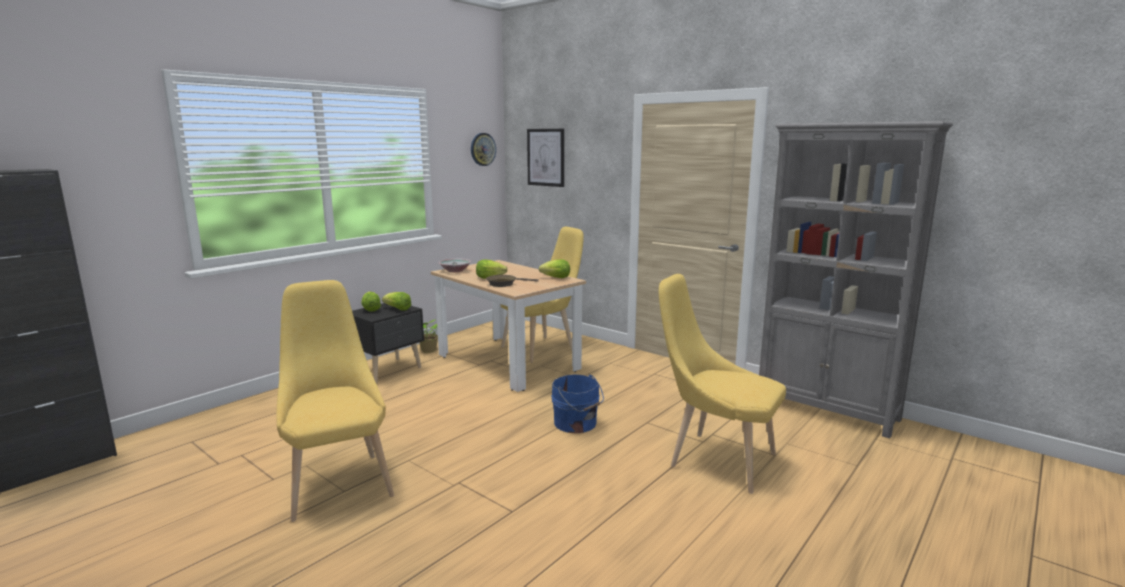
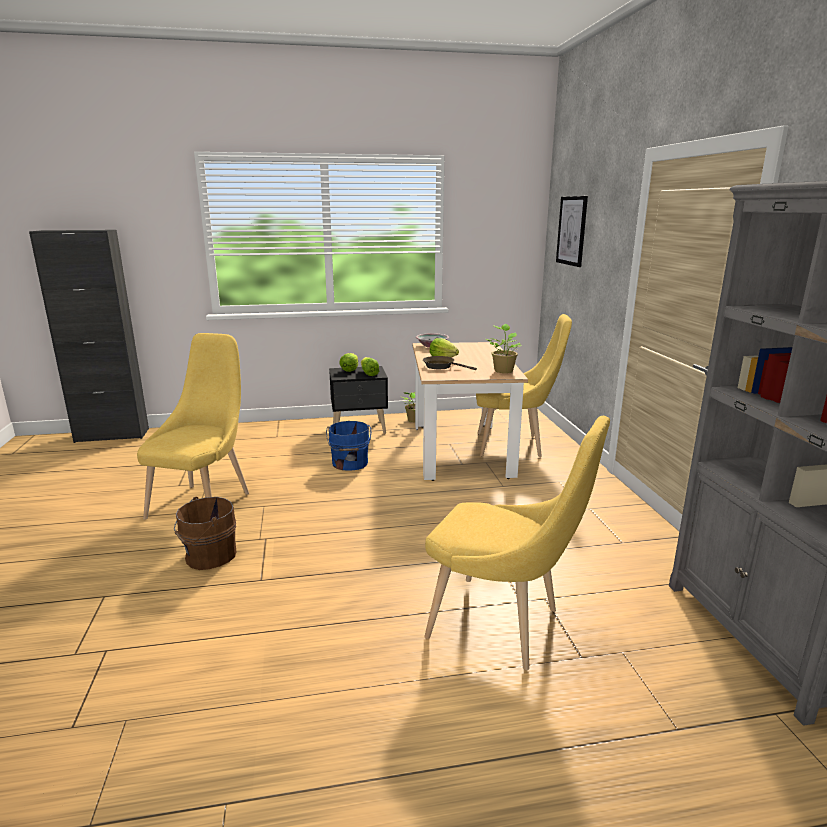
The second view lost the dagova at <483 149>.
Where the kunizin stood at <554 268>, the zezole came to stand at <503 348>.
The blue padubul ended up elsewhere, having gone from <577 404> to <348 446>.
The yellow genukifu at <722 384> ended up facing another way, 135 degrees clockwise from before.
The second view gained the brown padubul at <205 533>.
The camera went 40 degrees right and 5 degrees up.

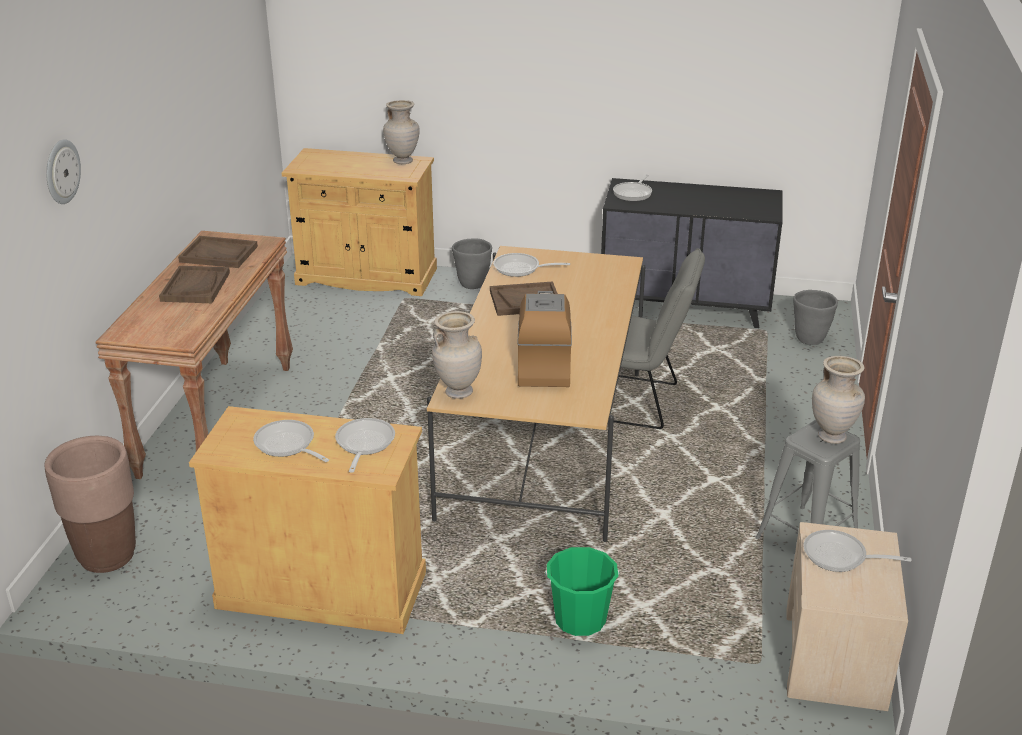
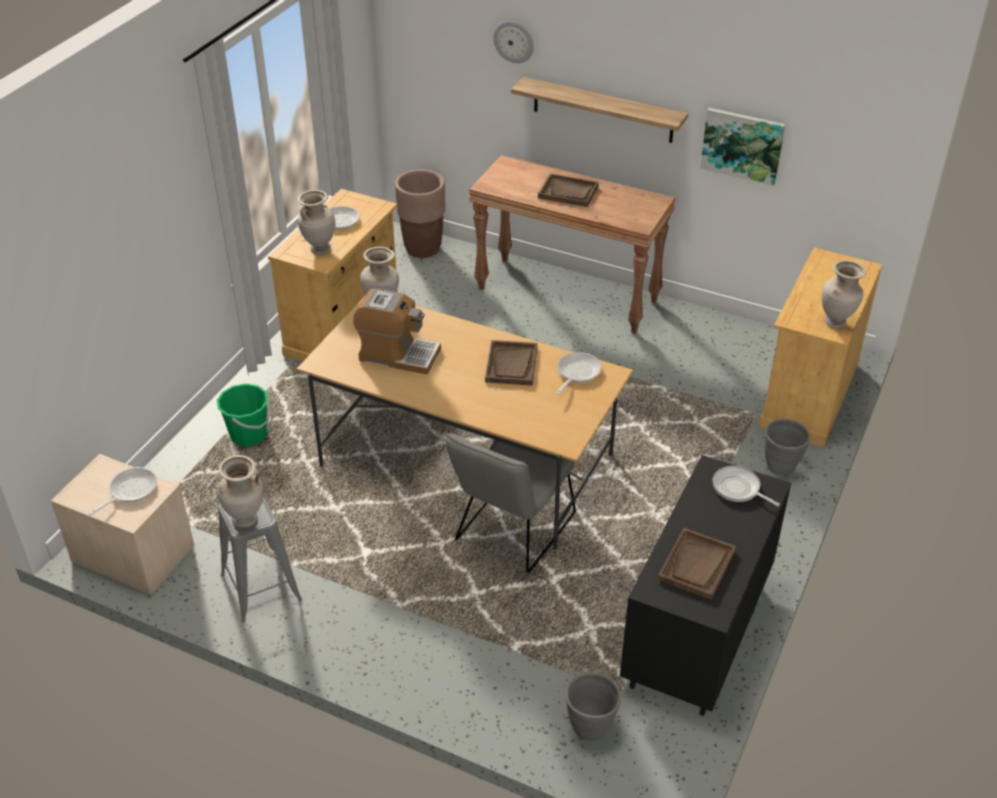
The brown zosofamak ended up elsewhere, having gone from <218 252> to <697 564>.
Where the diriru stood at <365 445>, the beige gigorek came to stand at <317 222>.
The second view gained the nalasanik at <599 110>.
The second view gained the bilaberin at <742 147>.
The camera went 105 degrees right and 10 degrees up.

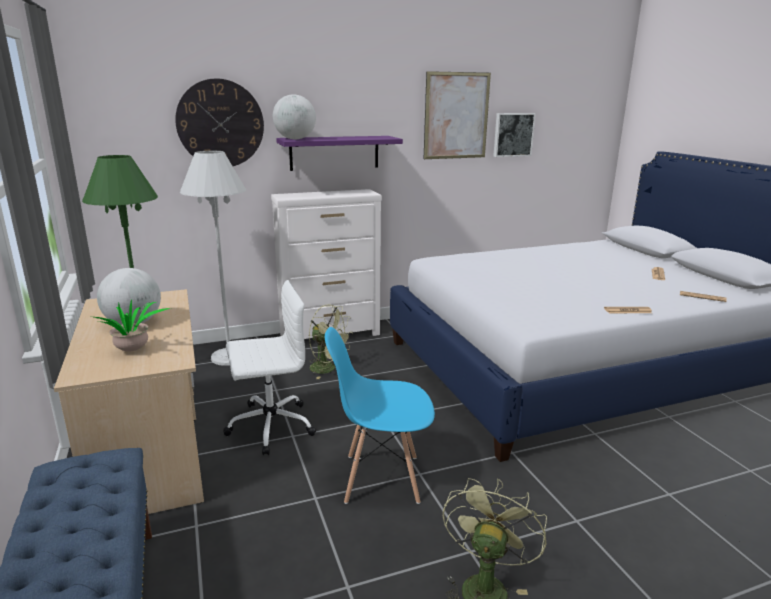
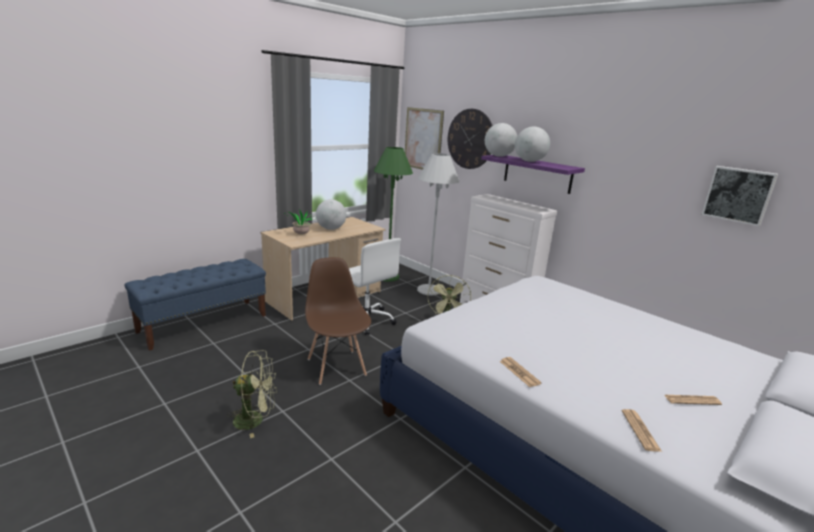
What was the blue genukifu at <380 415> turned into the brown genukifu at <338 321>.
The bilaberin ended up elsewhere, having gone from <457 115> to <424 138>.
The second view gained the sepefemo at <532 144>.
The camera went 65 degrees right and 0 degrees up.

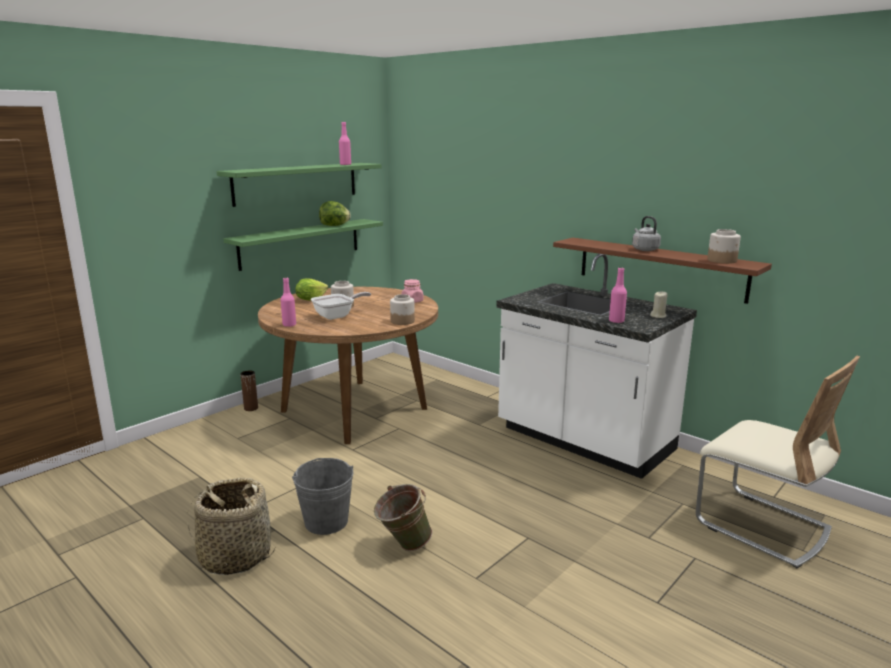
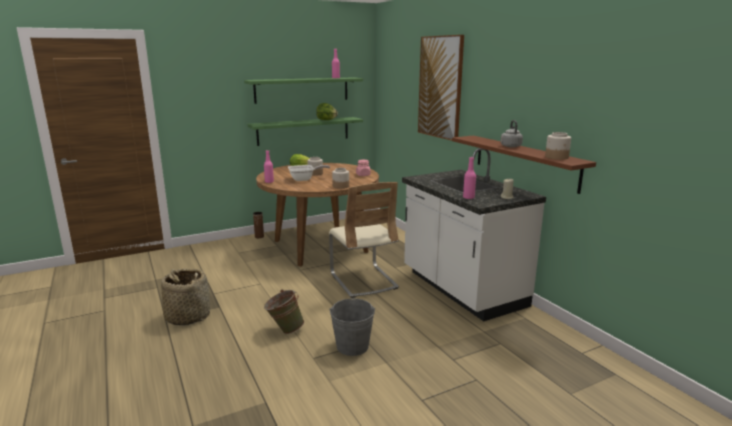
The grey padubul ended up elsewhere, having gone from <323 496> to <352 327>.
The beige genukifu ended up elsewhere, having gone from <778 462> to <364 240>.
The second view gained the bilaberin at <441 88>.
The camera went 20 degrees right and 0 degrees up.

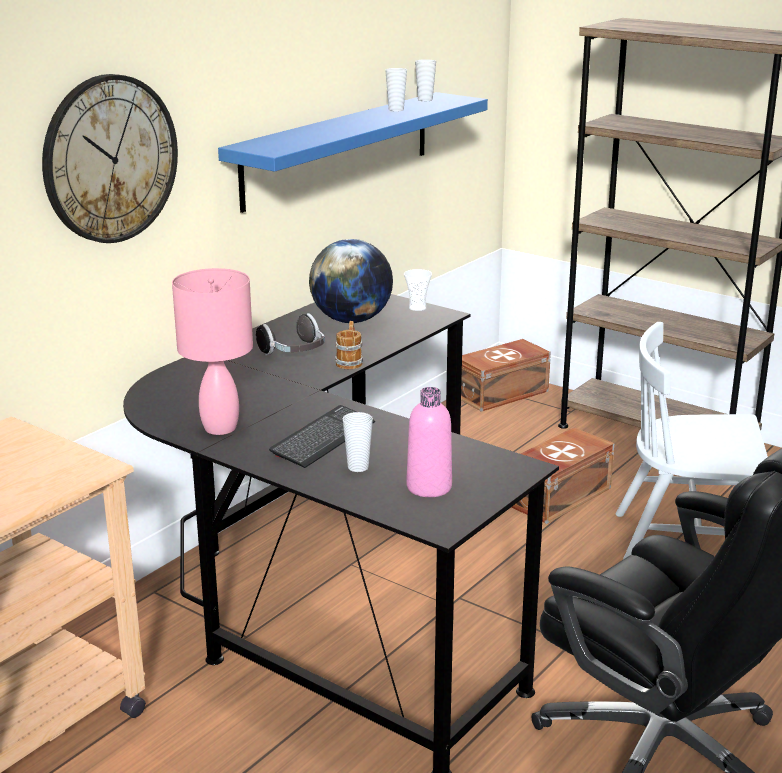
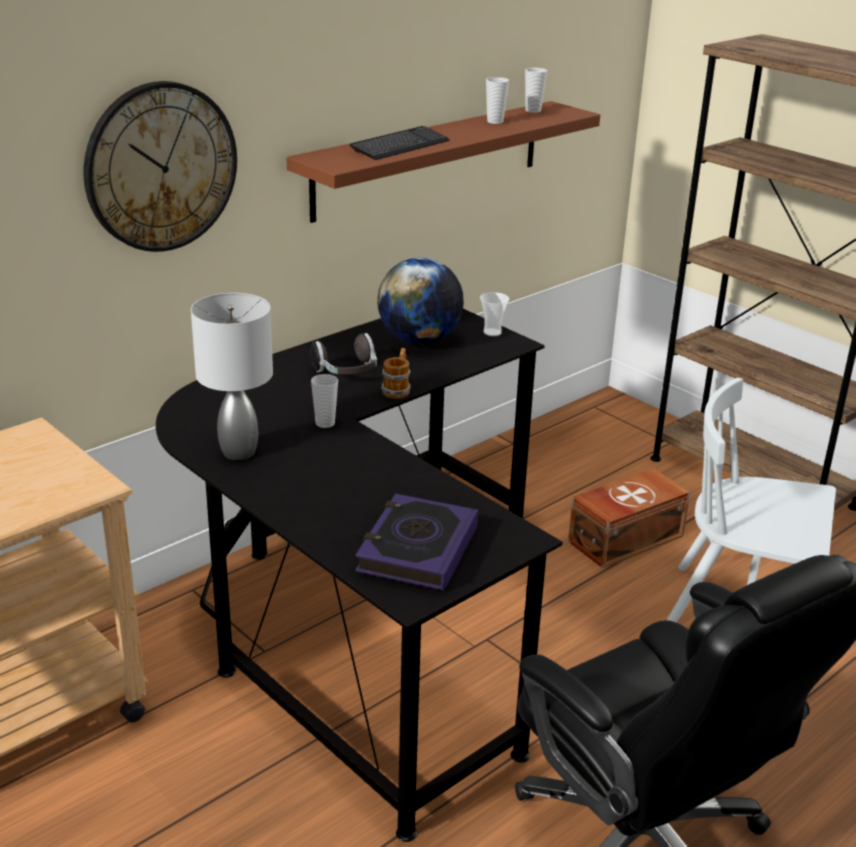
What was the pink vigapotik at <212 351> turned into the grey vigapotik at <232 376>.
What was the blue nalasanik at <353 152> turned into the brown nalasanik at <443 162>.
The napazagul ended up elsewhere, having gone from <322 436> to <400 143>.
The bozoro ended up elsewhere, having gone from <358 442> to <324 401>.
Where the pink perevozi stood at <429 442>, the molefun came to stand at <416 542>.
The second view lost the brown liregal at <506 375>.
The camera went 10 degrees right and 5 degrees up.

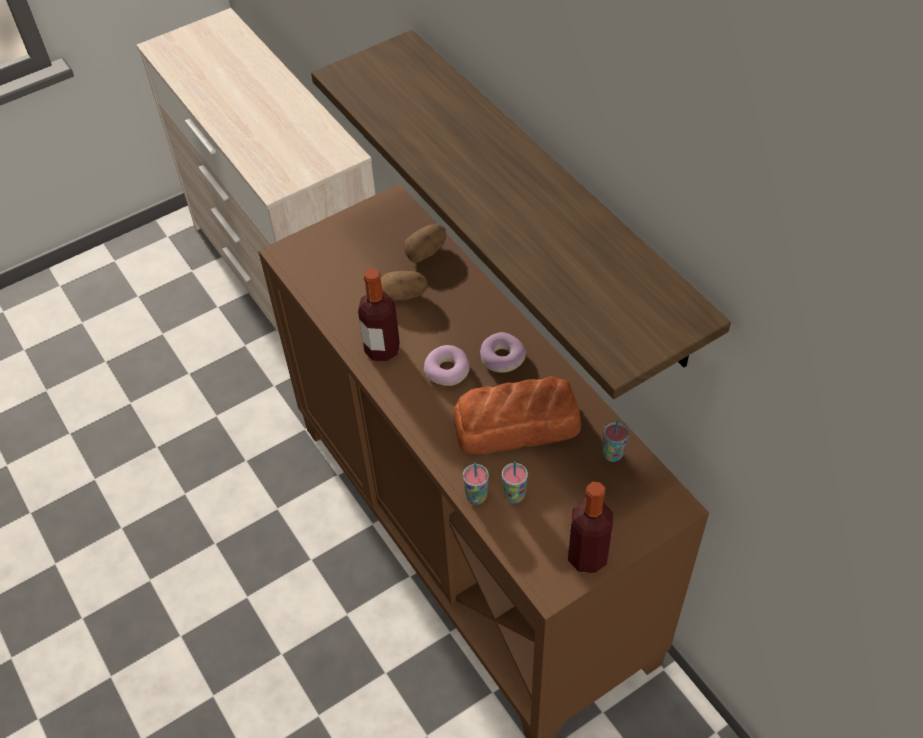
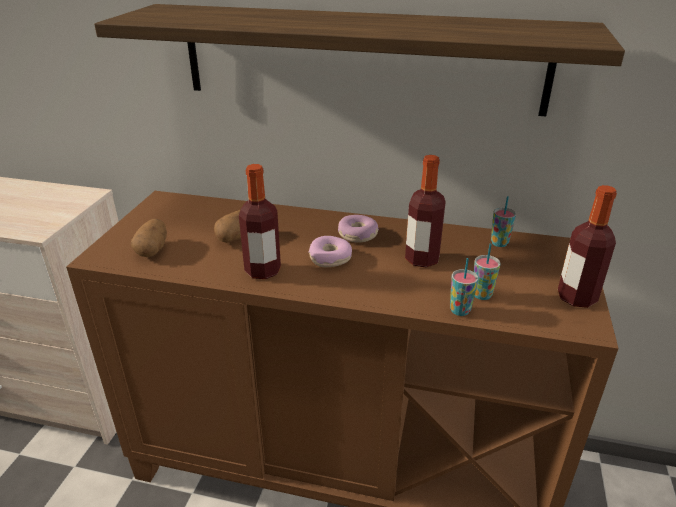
The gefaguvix ended up elsewhere, having gone from <425 243> to <149 238>.
Where the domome stood at <517 415>, the perevozi came to stand at <425 211>.
The camera went 45 degrees left and 20 degrees down.

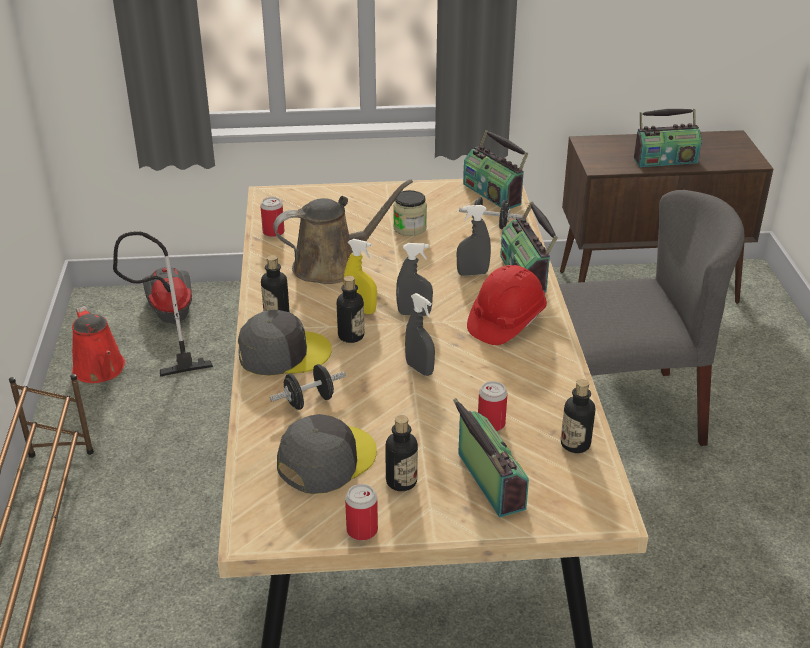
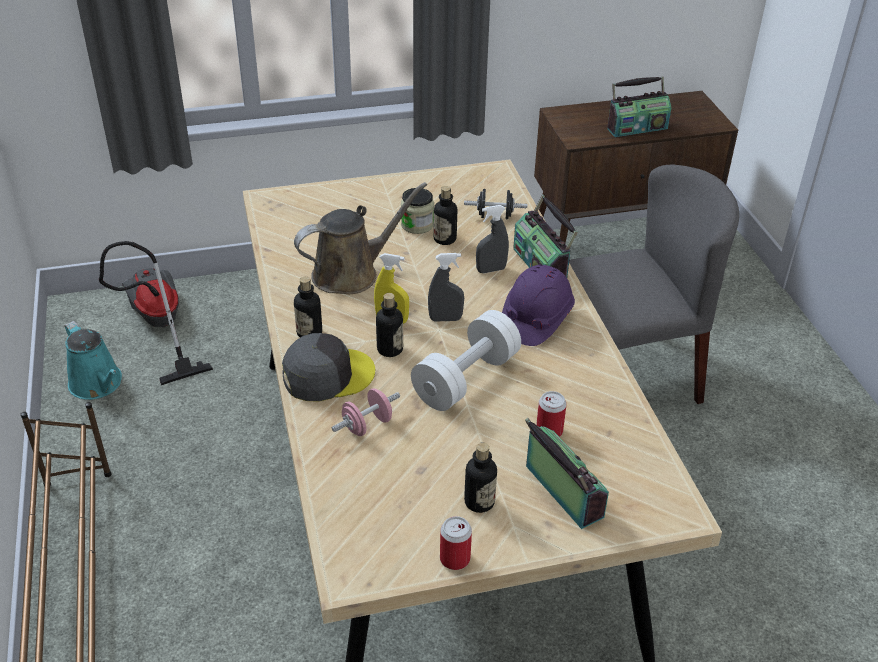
What was the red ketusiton at <98 344> turned into the turquoise ketusiton at <93 360>.
The second view lost the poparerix at <272 217>.
What was the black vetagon at <308 387> turned into the pink vetagon at <366 412>.
The second view lost the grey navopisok at <327 454>.
Where the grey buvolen stood at <420 334>, the white vetagon came to stand at <466 360>.
The second view lost the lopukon at <495 169>.
What was the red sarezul at <507 305> turned into the purple sarezul at <538 305>.
The perevozi ended up elsewhere, having gone from <578 416> to <445 215>.
The camera went 10 degrees left and 5 degrees up.

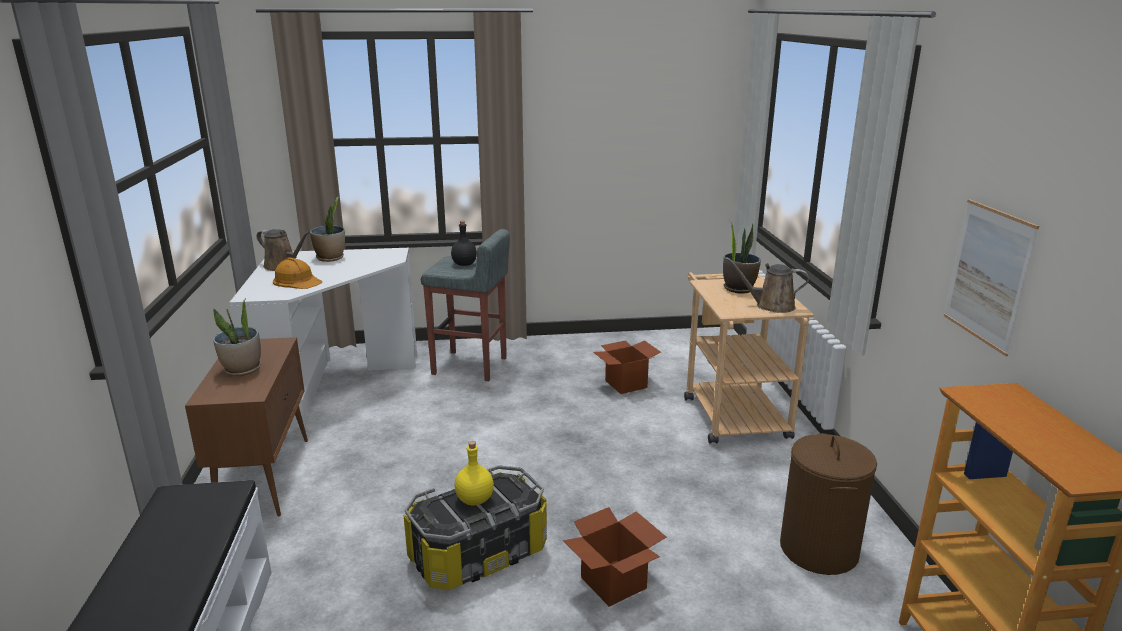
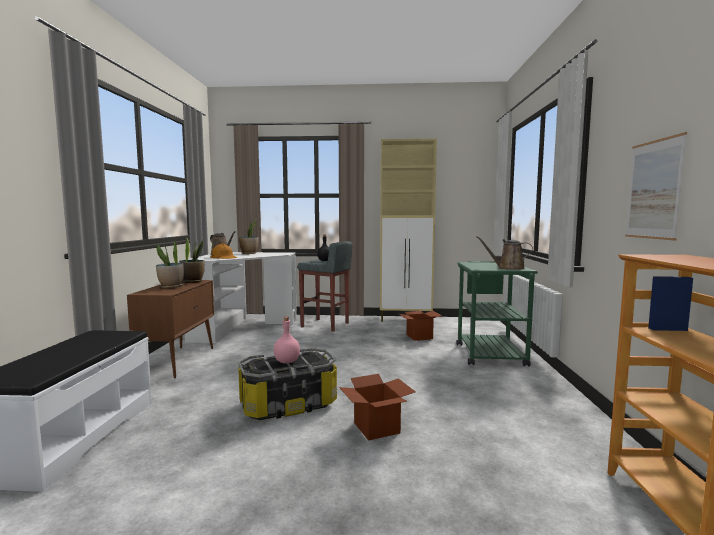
What was the yellow perevozi at <474 473> turned into the pink perevozi at <286 340>.
What was the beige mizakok at <749 358> turned into the green mizakok at <497 314>.
The zezole ended up elsewhere, having gone from <742 257> to <192 260>.
The second view lost the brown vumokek at <828 504>.
The second view gained the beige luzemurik at <408 230>.
The camera went 10 degrees right and 15 degrees down.

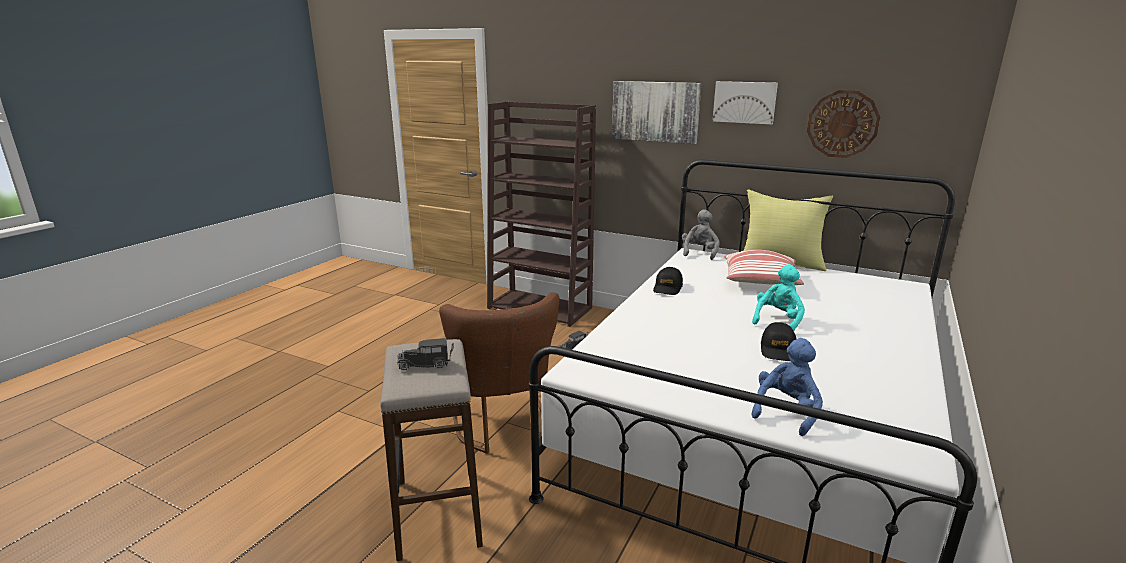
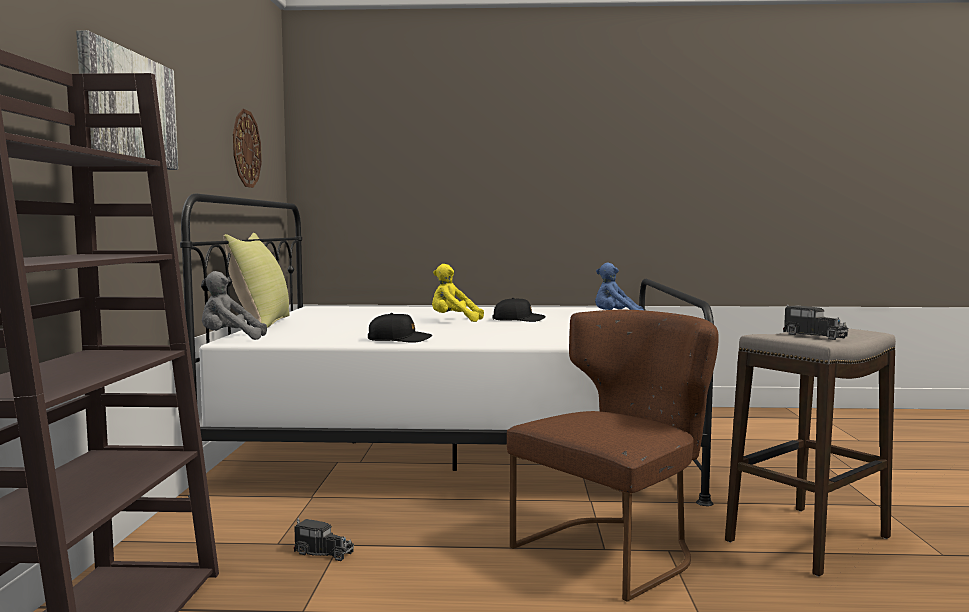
The second view lost the bilaberin at <745 102>.
The second view lost the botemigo at <764 267>.
What was the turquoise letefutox at <778 297> turned into the yellow letefutox at <458 293>.
The camera went 115 degrees left and 15 degrees down.

